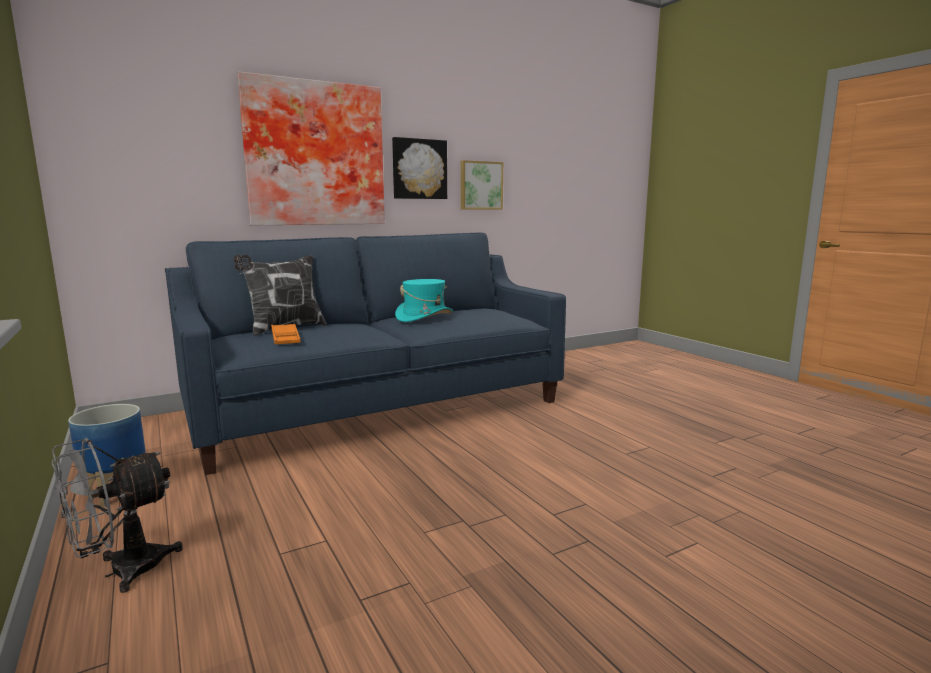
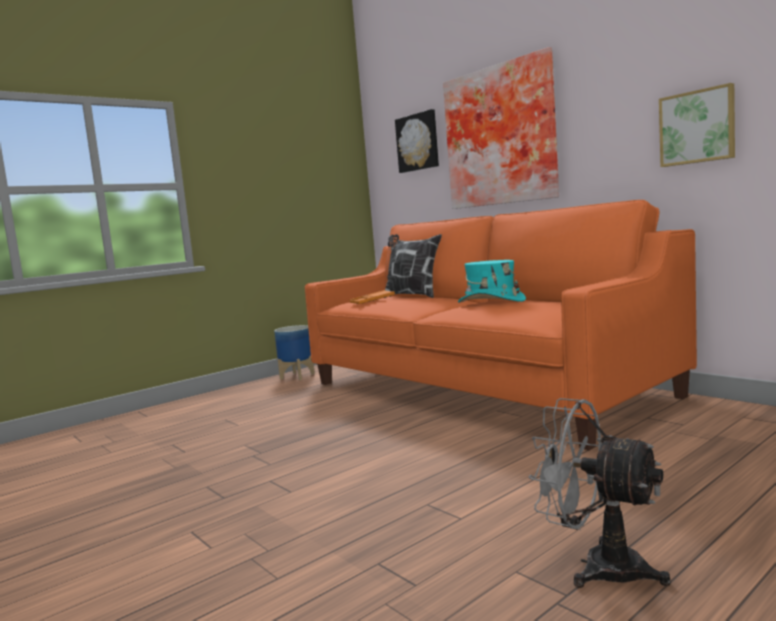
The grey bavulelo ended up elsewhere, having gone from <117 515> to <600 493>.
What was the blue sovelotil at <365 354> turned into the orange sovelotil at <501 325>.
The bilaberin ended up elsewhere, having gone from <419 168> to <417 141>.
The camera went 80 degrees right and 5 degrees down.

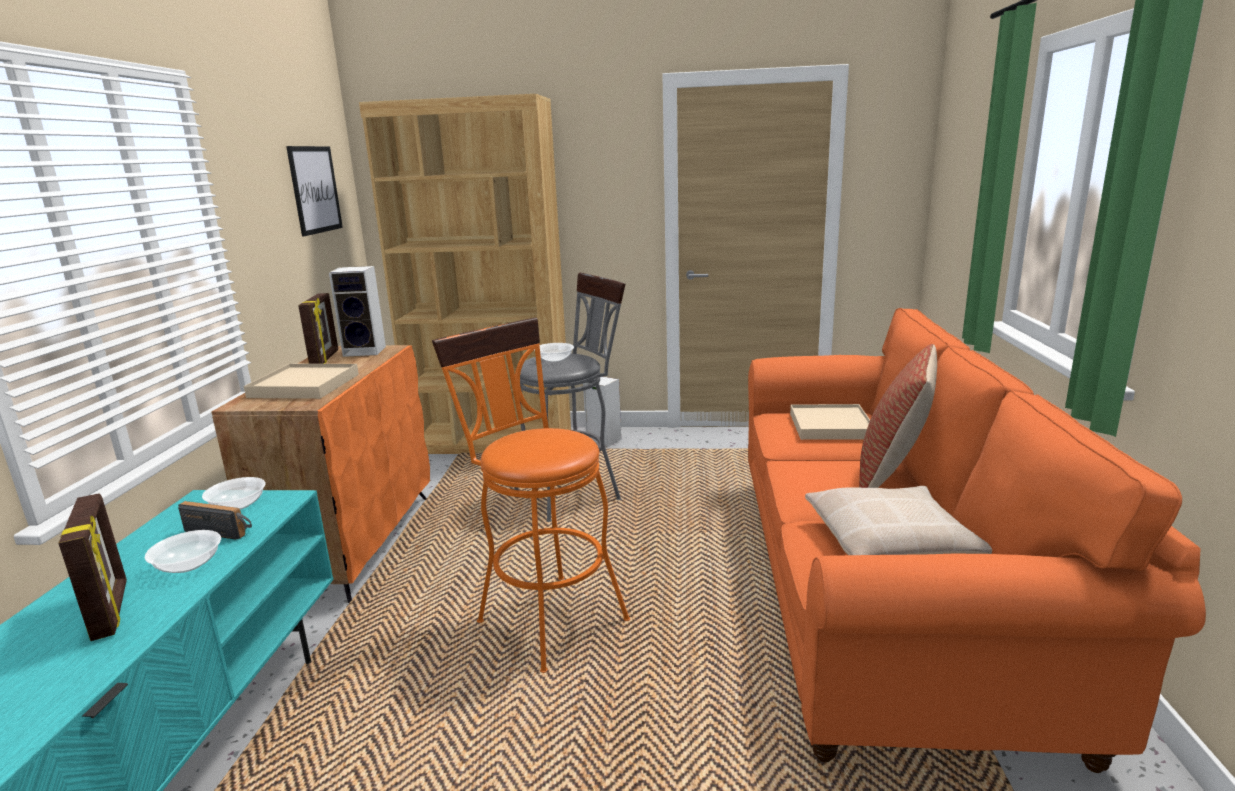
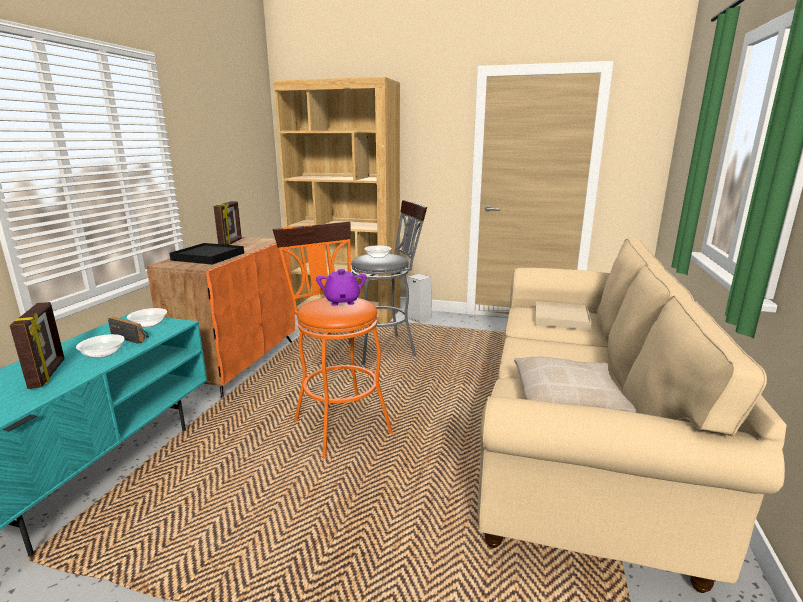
What was the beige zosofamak at <301 381> turned into the black zosofamak at <206 254>.
The second view lost the bilaberin at <314 191>.
The second view lost the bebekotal at <357 311>.
What was the orange sovelotil at <977 540> turned into the beige sovelotil at <632 416>.
The second view lost the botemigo at <898 416>.
The second view gained the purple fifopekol at <341 287>.
The camera went 10 degrees right and 0 degrees up.

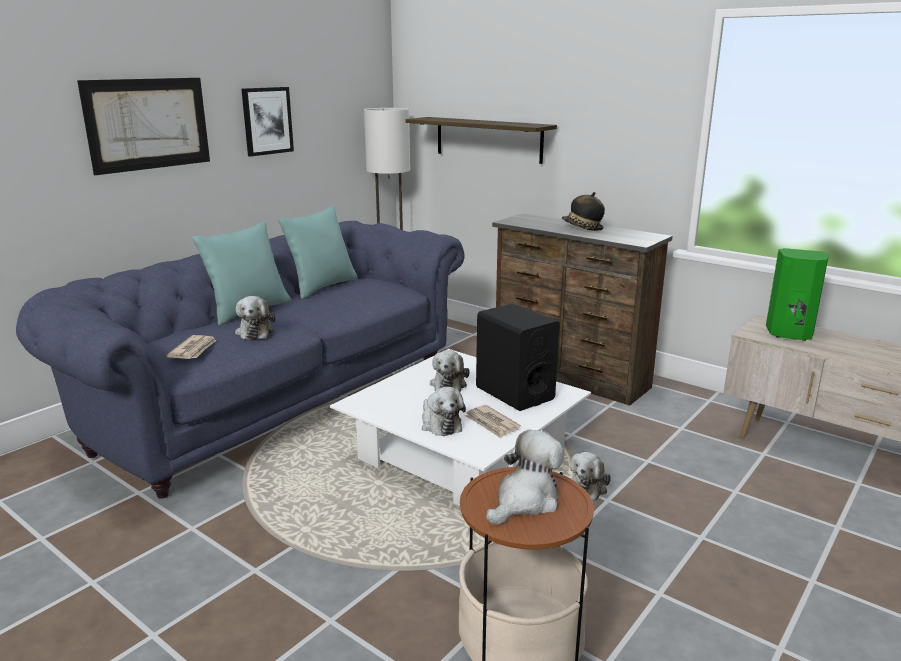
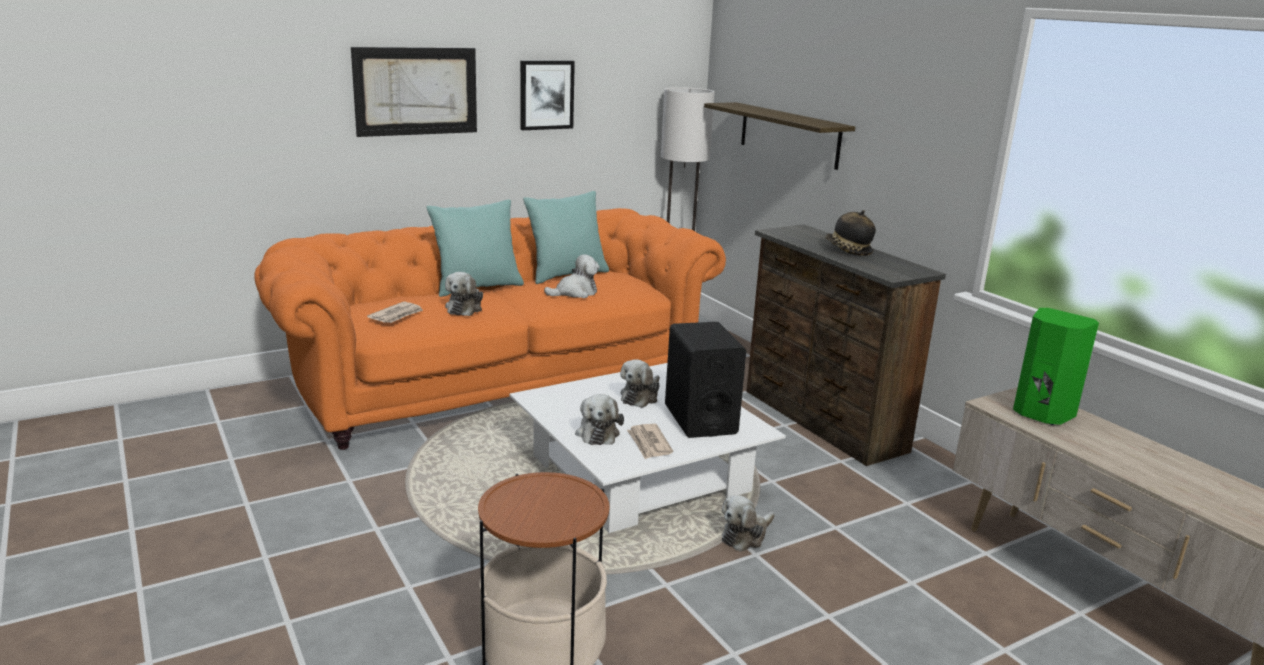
What was the blue sovelotil at <240 360> turned into the orange sovelotil at <490 329>.
The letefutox ended up elsewhere, having gone from <525 477> to <572 276>.
The camera went 20 degrees right and 0 degrees up.

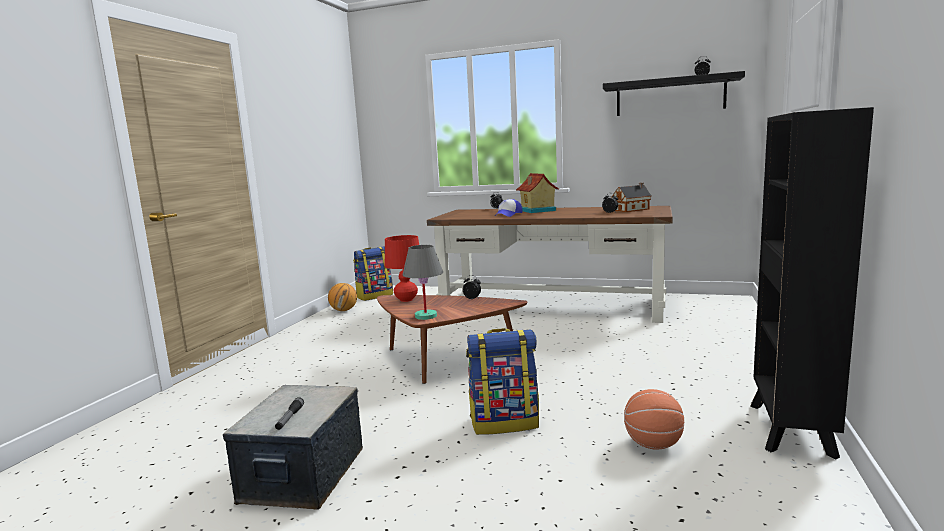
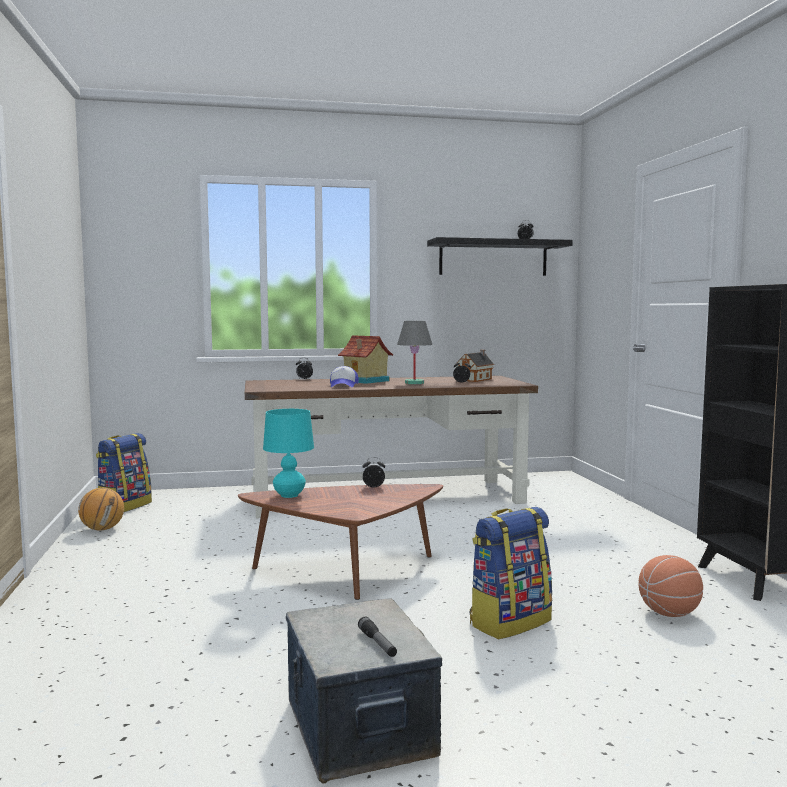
What was the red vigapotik at <402 268> turned into the turquoise vigapotik at <288 453>.
The grey vigapotik ended up elsewhere, having gone from <423 282> to <414 352>.
The camera went 30 degrees left and 5 degrees down.

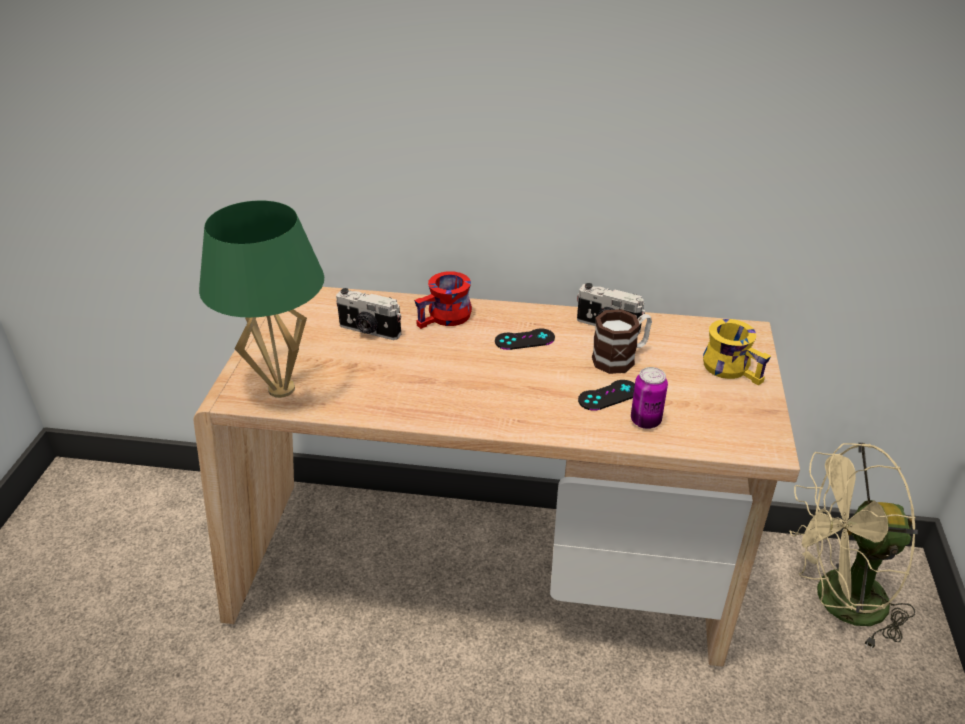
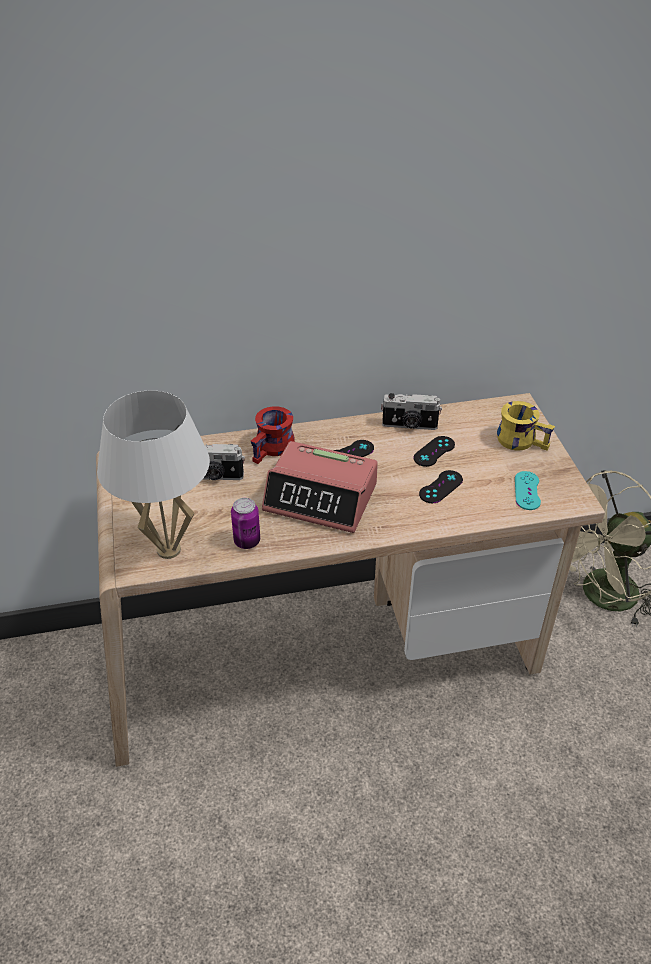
What was the green vigapotik at <261 299> turned into the white vigapotik at <153 475>.
Where the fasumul stood at <622 341>, the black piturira came to stand at <434 451>.
The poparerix ended up elsewhere, having gone from <649 398> to <245 523>.
The second view gained the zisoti at <320 487>.
The second view gained the turquoise piturira at <528 490>.
The camera went 20 degrees left and 5 degrees up.

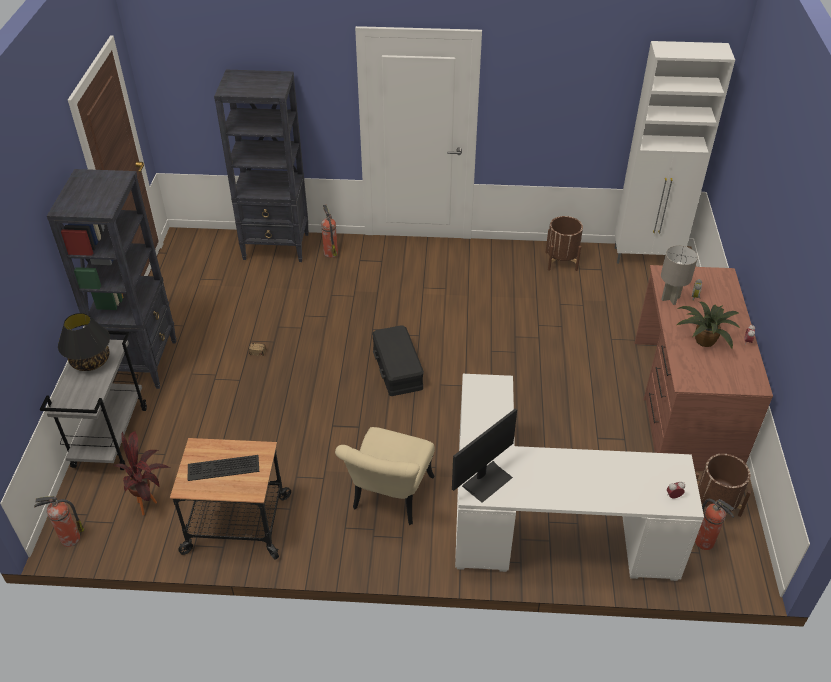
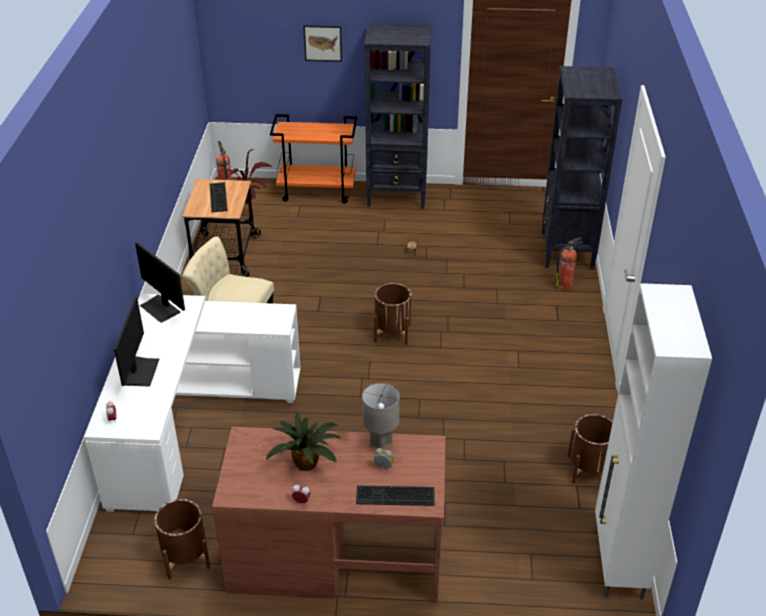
What was the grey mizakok at <93 400> turned into the orange mizakok at <313 158>.
The second view lost the black vigapotik at <84 342>.
Where the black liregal stood at <398 360>, the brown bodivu came to stand at <392 314>.
The second view lost the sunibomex at <714 524>.
The second view gained the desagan at <136 342>.
The second view gained the bilaberin at <322 43>.
The second view gained the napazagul at <395 496>.
The camera went 90 degrees right and 5 degrees down.

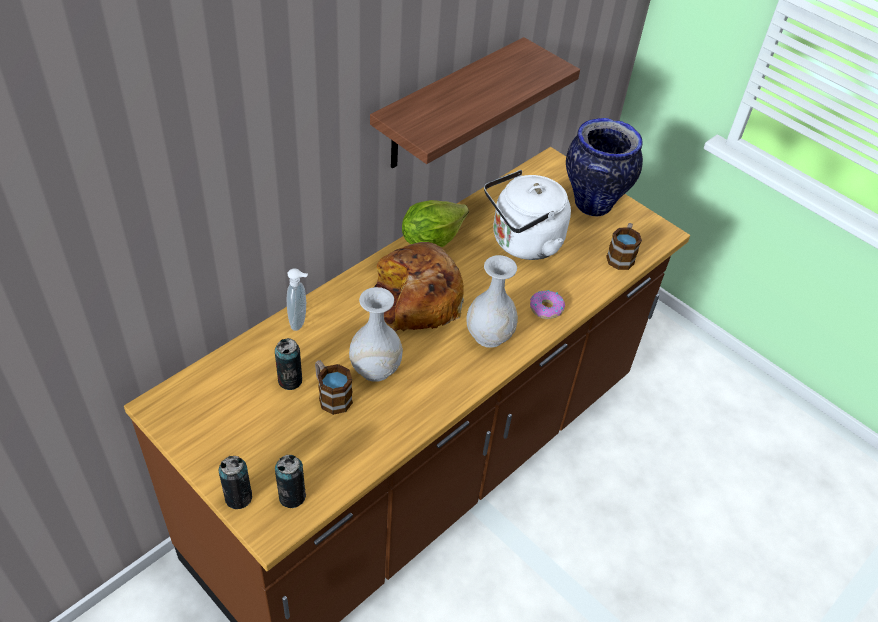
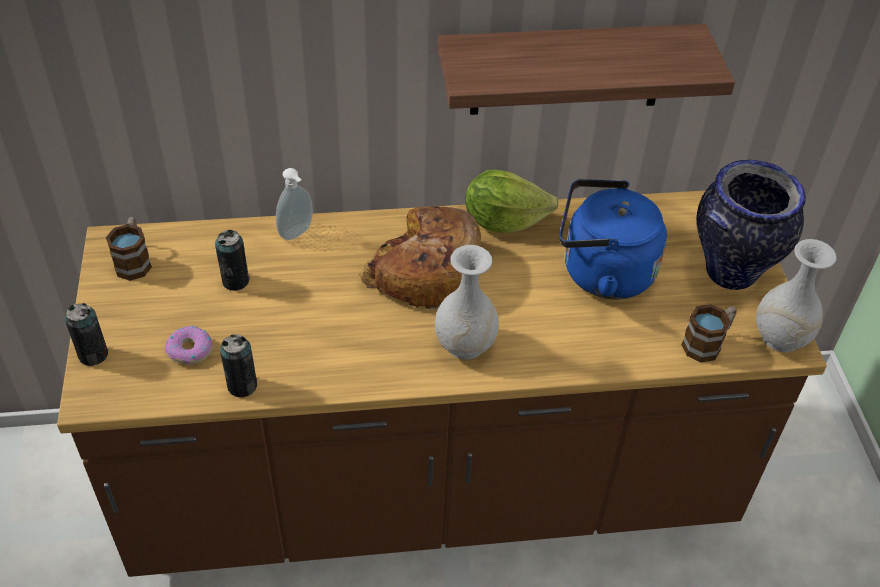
The poparerix ended up elsewhere, having gone from <290 481> to <238 365>.
The fasumul ended up elsewhere, having gone from <334 387> to <129 249>.
The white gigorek ended up elsewhere, having gone from <376 334> to <796 295>.
What was the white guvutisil at <527 215> turned into the blue guvutisil at <613 239>.
The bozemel ended up elsewhere, having gone from <547 304> to <189 345>.
The camera went 40 degrees right and 0 degrees up.

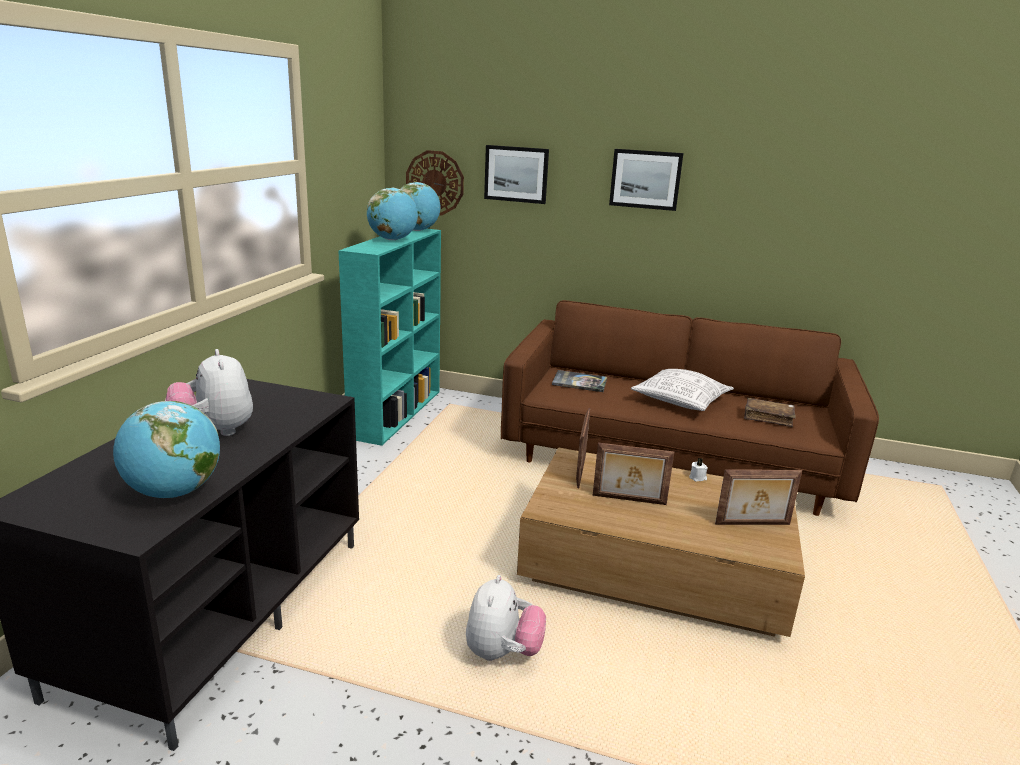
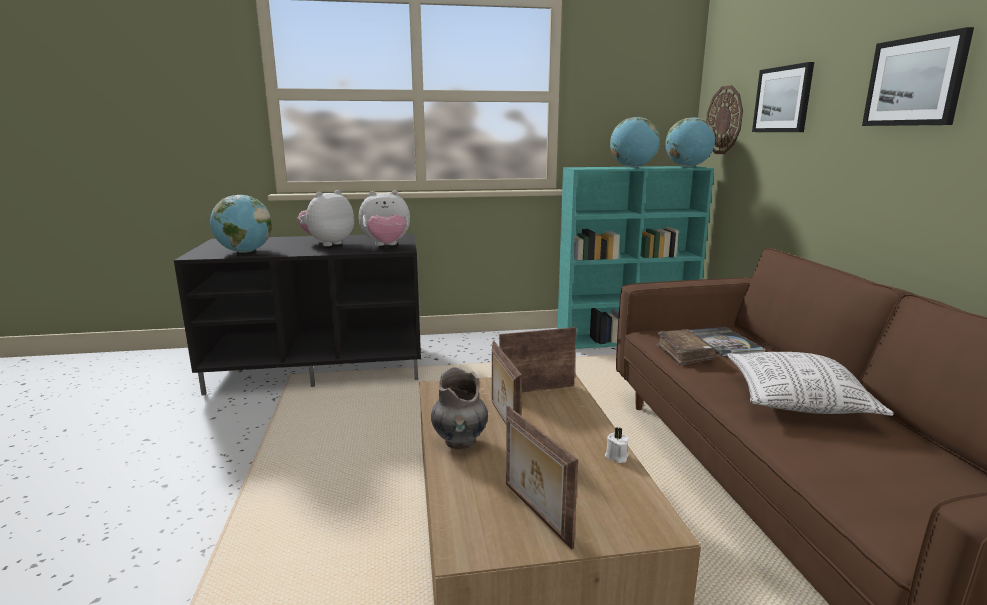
The letefutox ended up elsewhere, having gone from <506 618> to <384 218>.
The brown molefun ended up elsewhere, having gone from <769 412> to <686 347>.
The second view gained the grey gigorek at <459 408>.
The camera went 65 degrees right and 5 degrees down.

